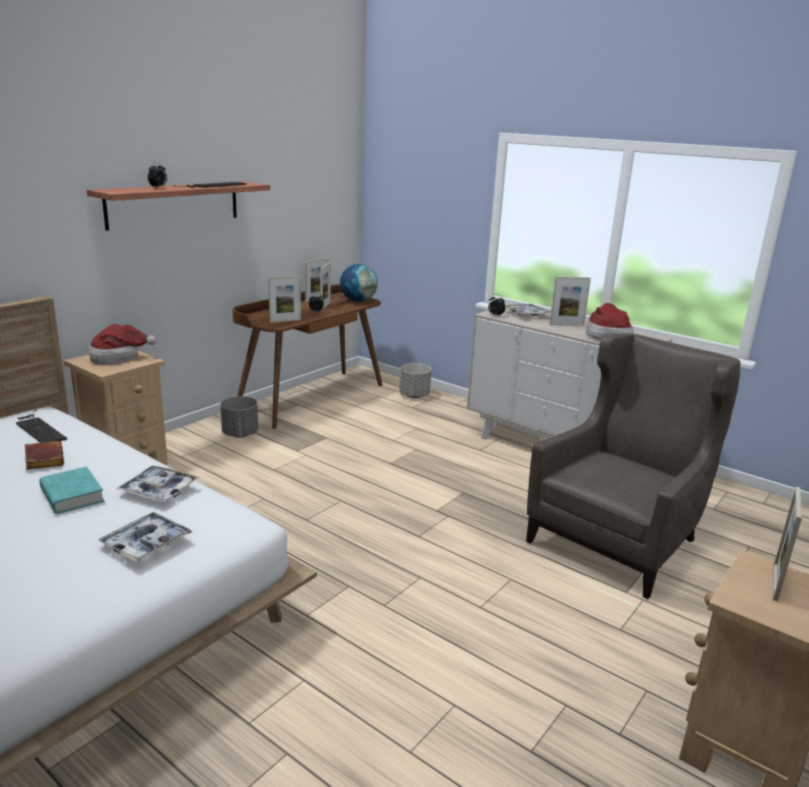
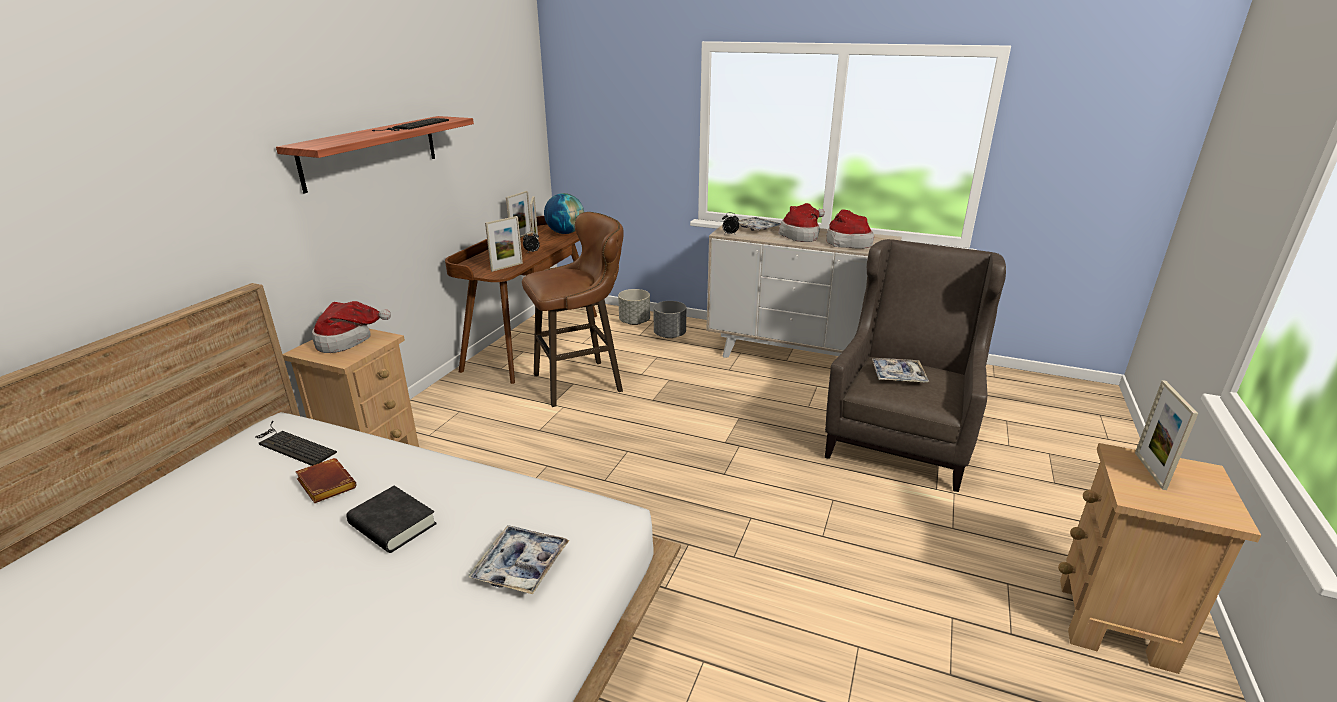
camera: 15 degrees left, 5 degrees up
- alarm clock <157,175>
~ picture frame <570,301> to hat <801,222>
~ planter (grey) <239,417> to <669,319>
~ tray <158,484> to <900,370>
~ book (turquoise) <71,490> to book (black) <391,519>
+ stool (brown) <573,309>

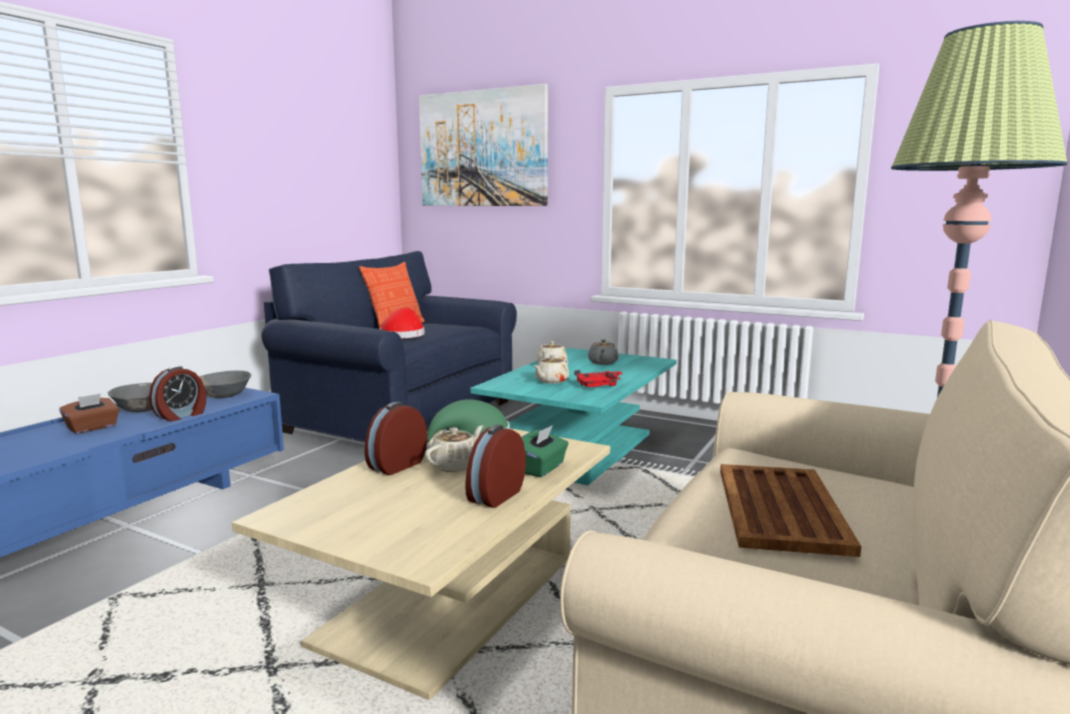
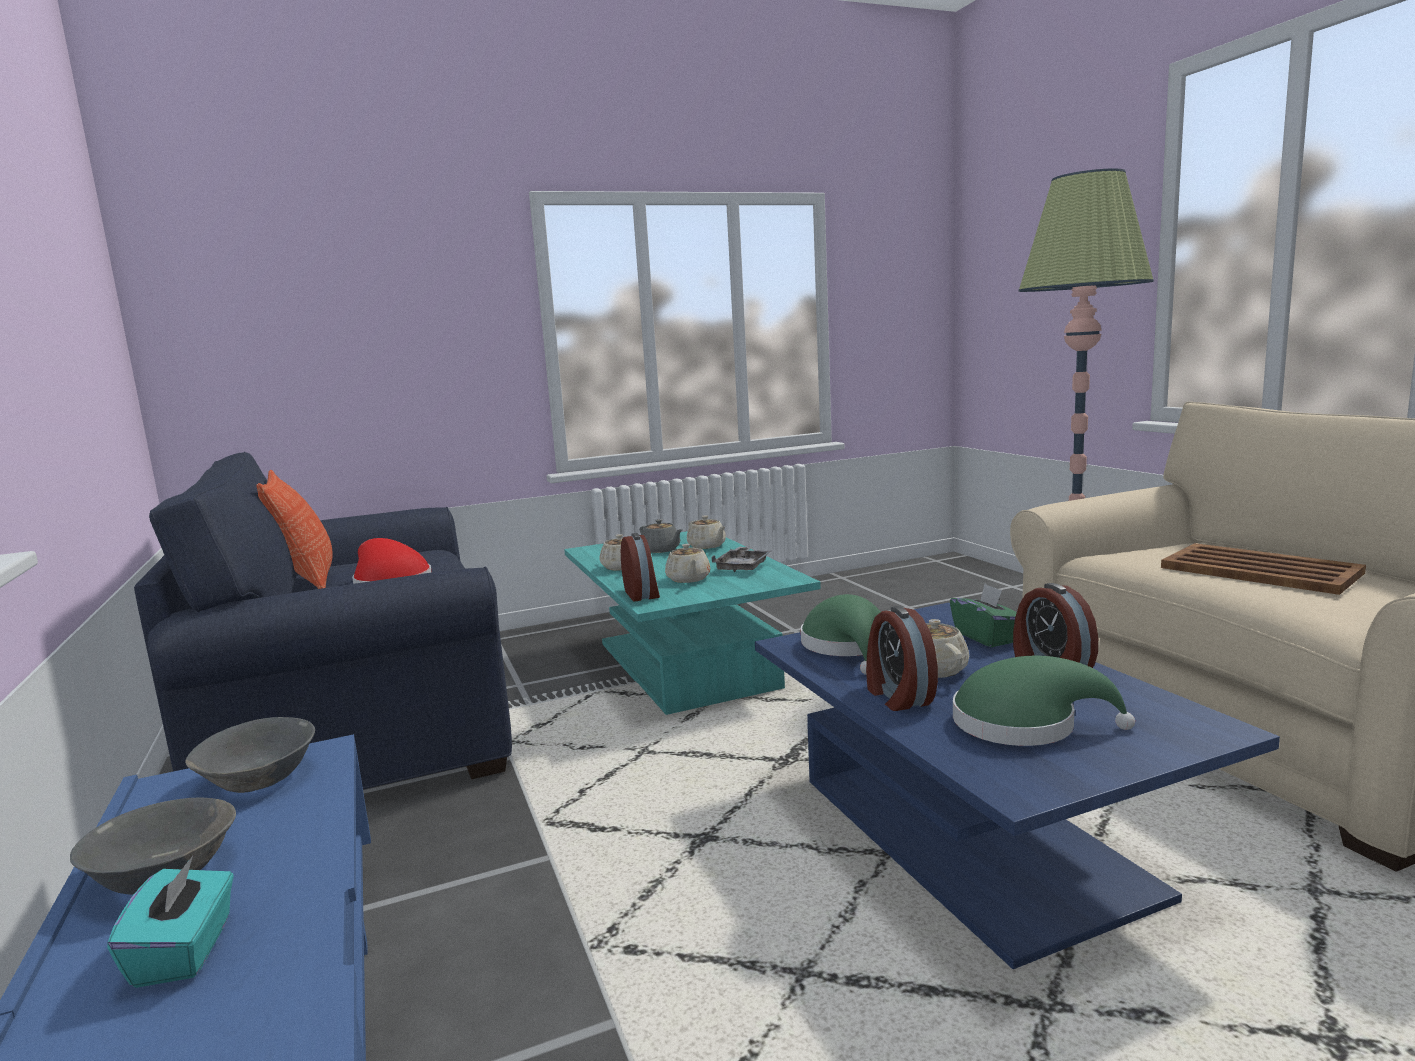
camera: 50 degrees left, 0 degrees up
- picture <483,145>
~ alarm clock <177,393> to <640,567>
~ tray (red) <598,378> to tray (grey) <741,559>
~ tissue box (brown) <89,413> to tissue box (turquoise) <170,922>
~ coffee table (beige) <421,564> to coffee table (blue) <1017,786>
+ teapot (beige) <706,532>
+ hat (green) <1044,701>

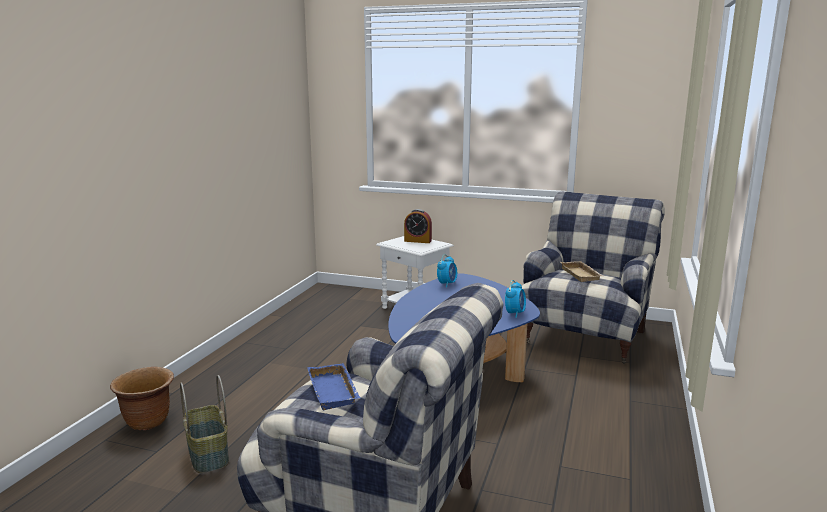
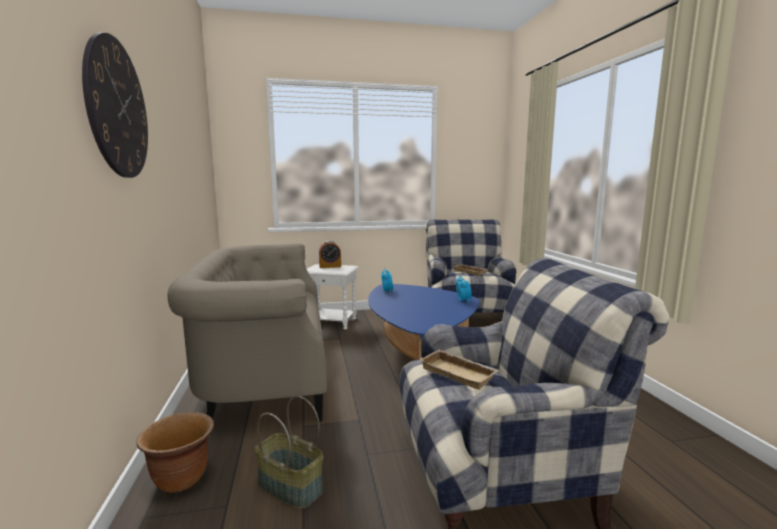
camera: 30 degrees left, 5 degrees down
~ tray (blue) <333,386> to tray (beige) <459,370>
+ wall clock <115,105>
+ sofa (beige) <247,332>

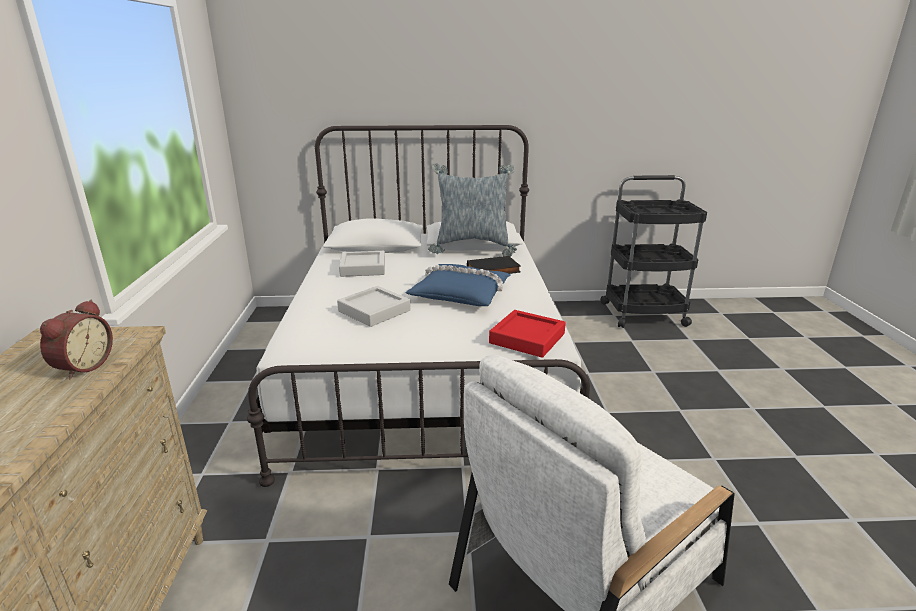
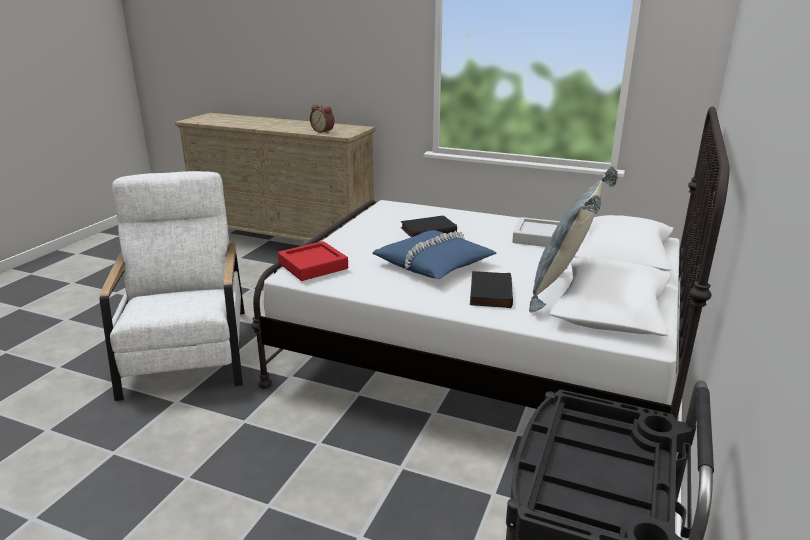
camera: 115 degrees right, 0 degrees up
~ tray (grey) <374,306> to book (black) <429,226>

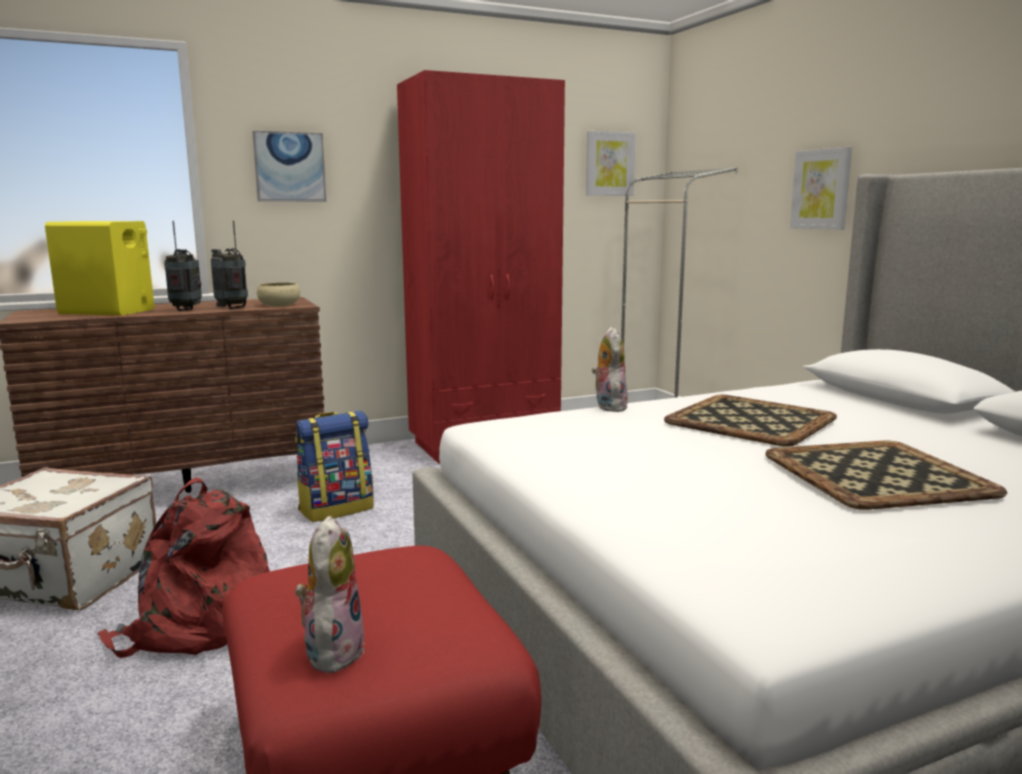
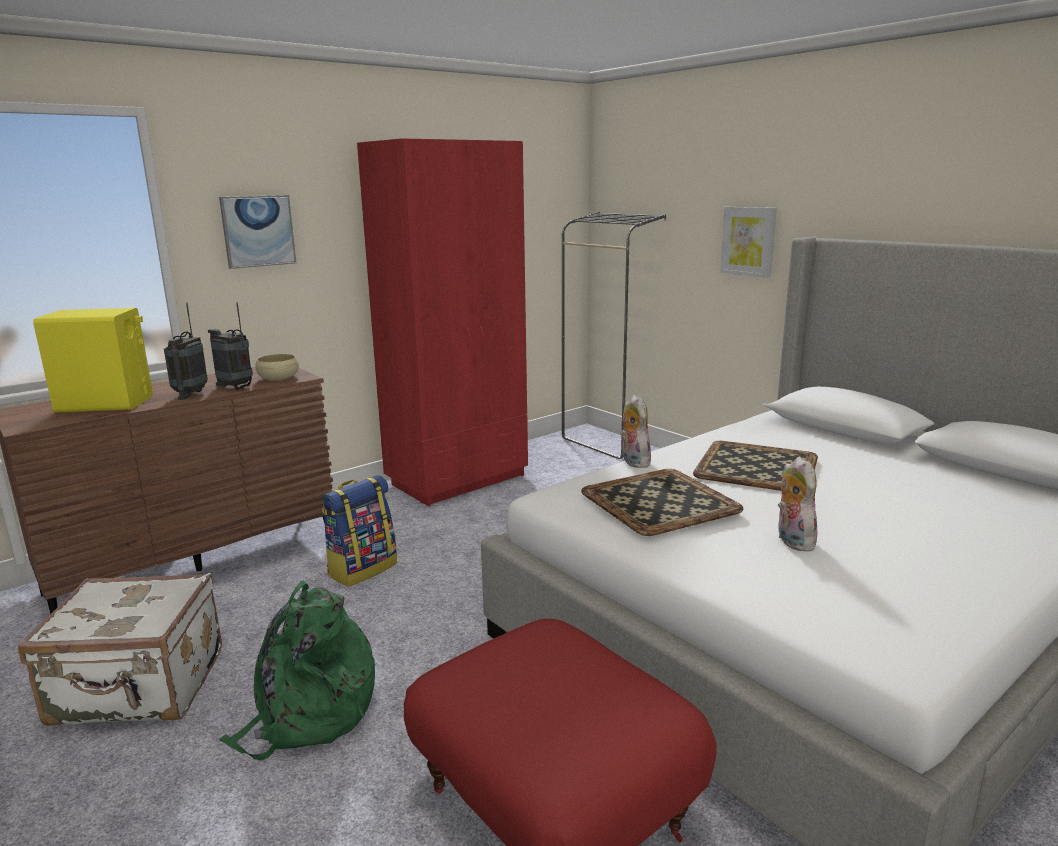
camera: 15 degrees left, 5 degrees up
- picture <611,163>
~ radio <183,266> = <186,351> 150 degrees counterclockwise
~ tray <886,475> to <662,502>
~ backpack (red) <184,567> to backpack (green) <297,670>
~ plush toy <329,595> to <797,504>

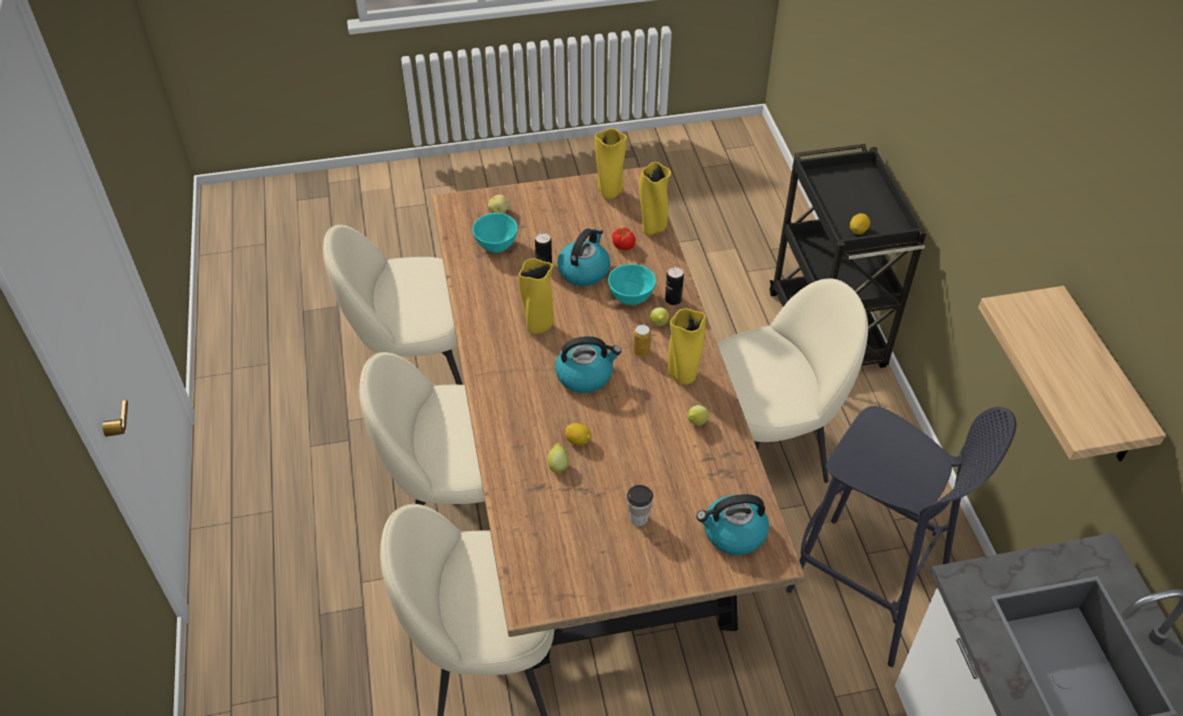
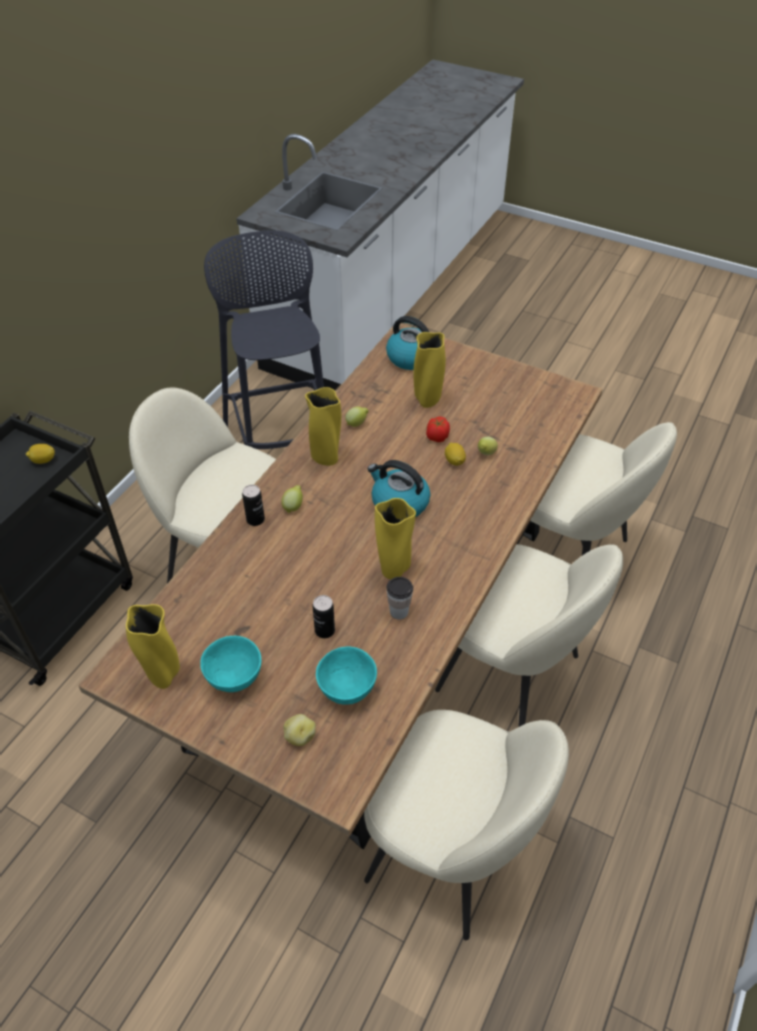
camera: 140 degrees left, 0 degrees up
~ vase (yellow) <655,199> to <429,370>
~ tomato <624,238> to <438,429>
- kettle <583,257>
~ bowl (turquoise) <632,284> to <230,664>
- shelf <1072,373>
- can <642,341>
~ cup <640,505> to <400,598>

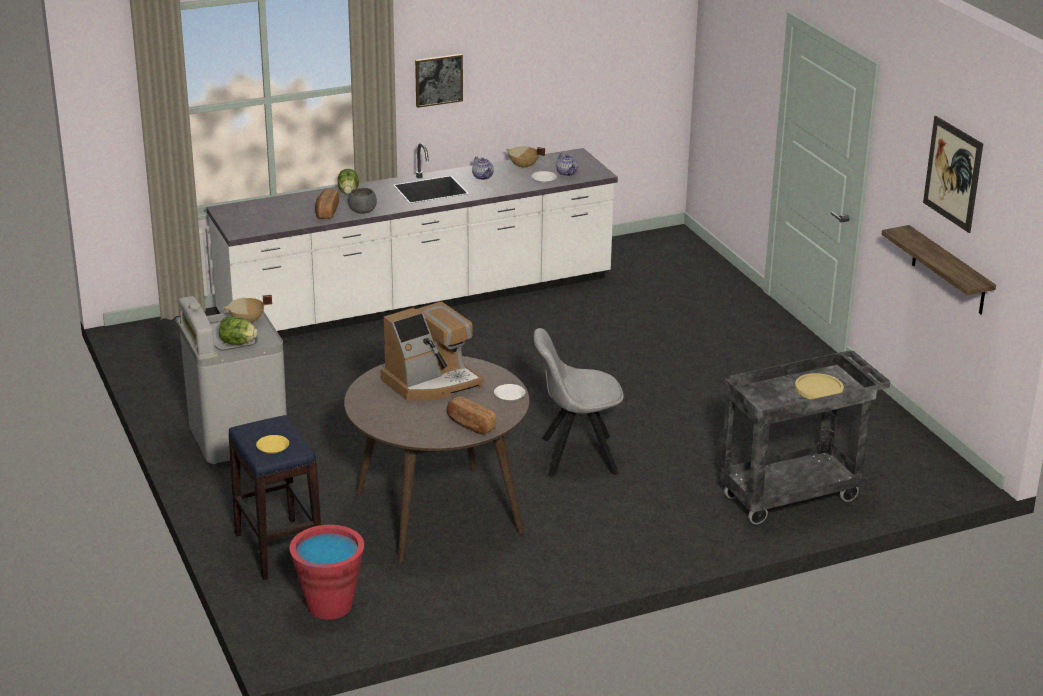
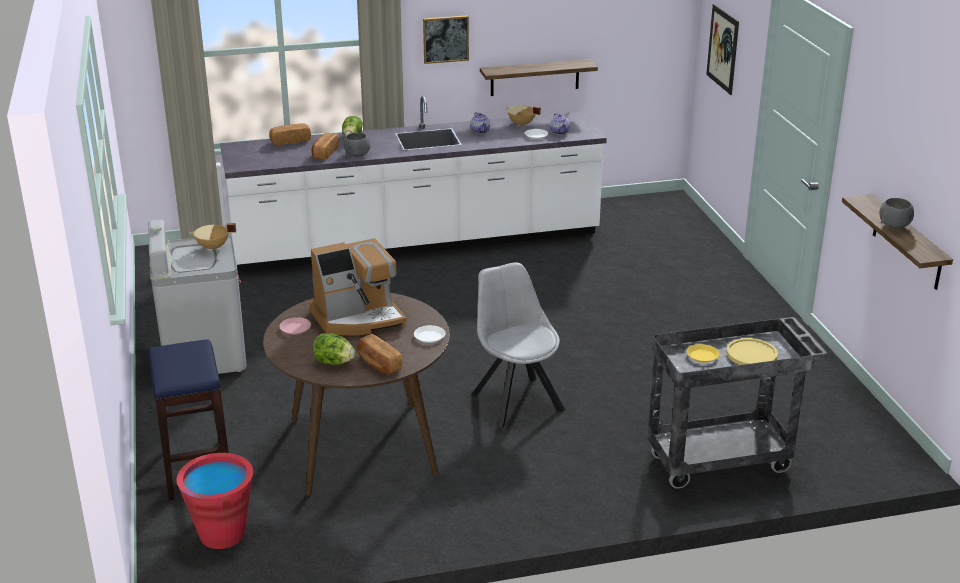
camera: 10 degrees right, 0 degrees up
~ picture <953,174> to <722,49>
~ lettuce <238,330> to <334,349>
~ chair (grey) <579,402> = <518,345> 60 degrees clockwise
~ plate (yellow) <272,444> to <703,353>
+ shelf <539,77>
+ bread <290,134>
+ bowl (grey) <896,213>
+ plate (pink) <295,326>

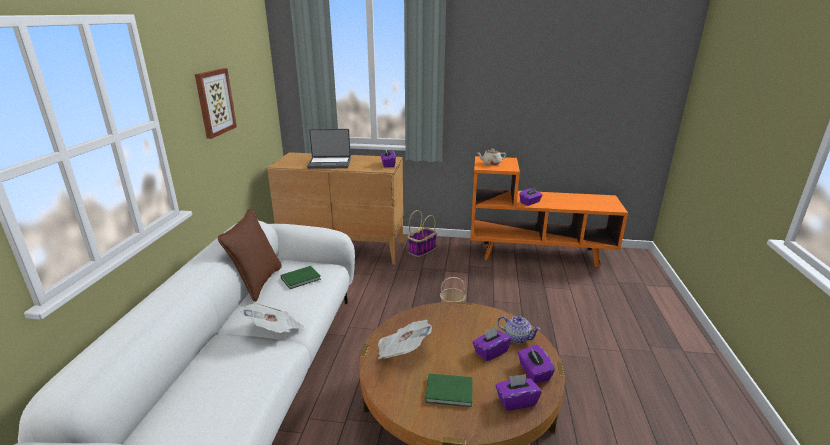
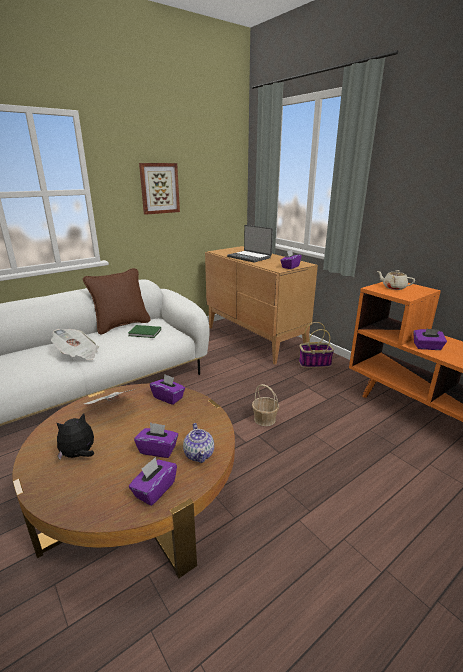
camera: 45 degrees right, 0 degrees up
~ book (green) <449,390> to plush toy <75,436>
~ tissue box (purple) <519,392> to <167,389>

